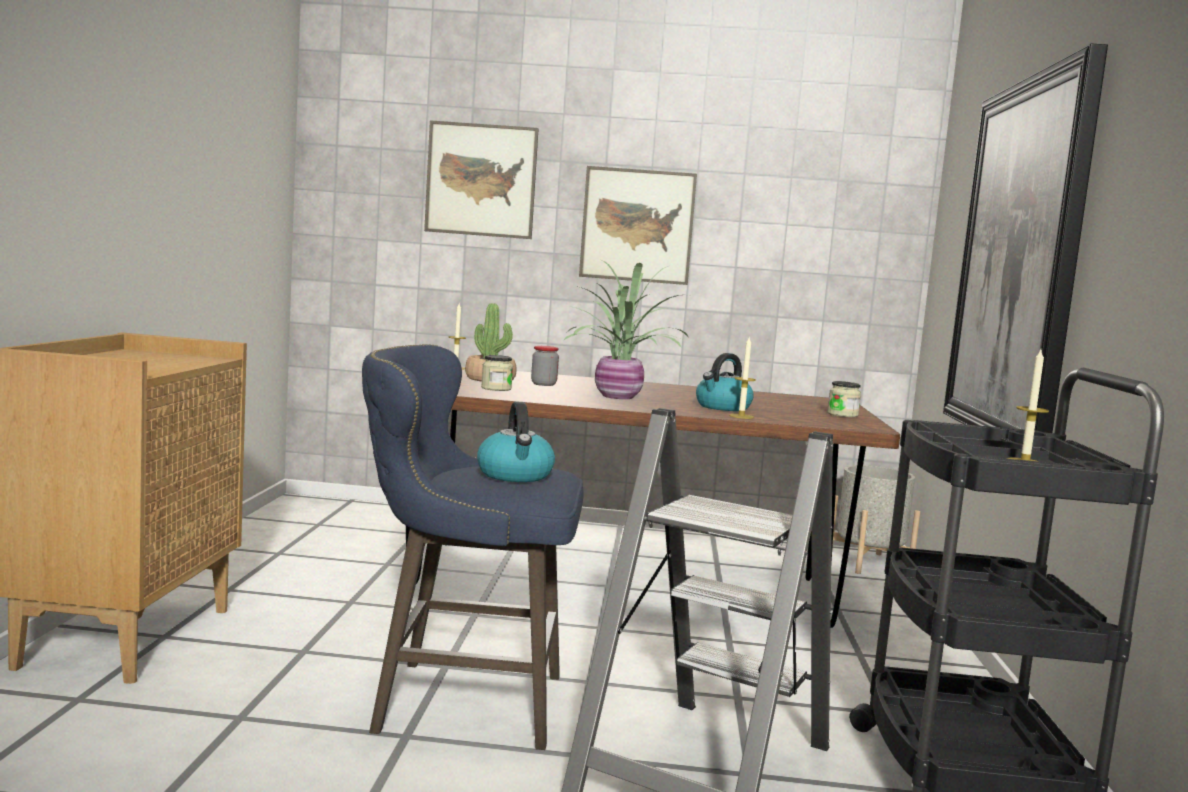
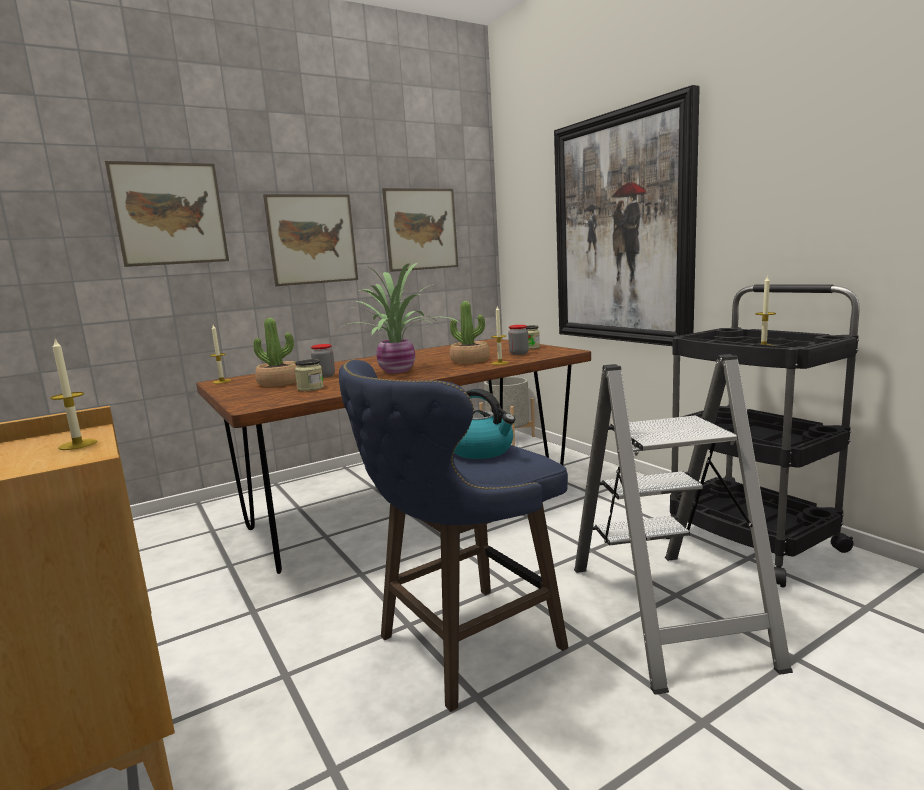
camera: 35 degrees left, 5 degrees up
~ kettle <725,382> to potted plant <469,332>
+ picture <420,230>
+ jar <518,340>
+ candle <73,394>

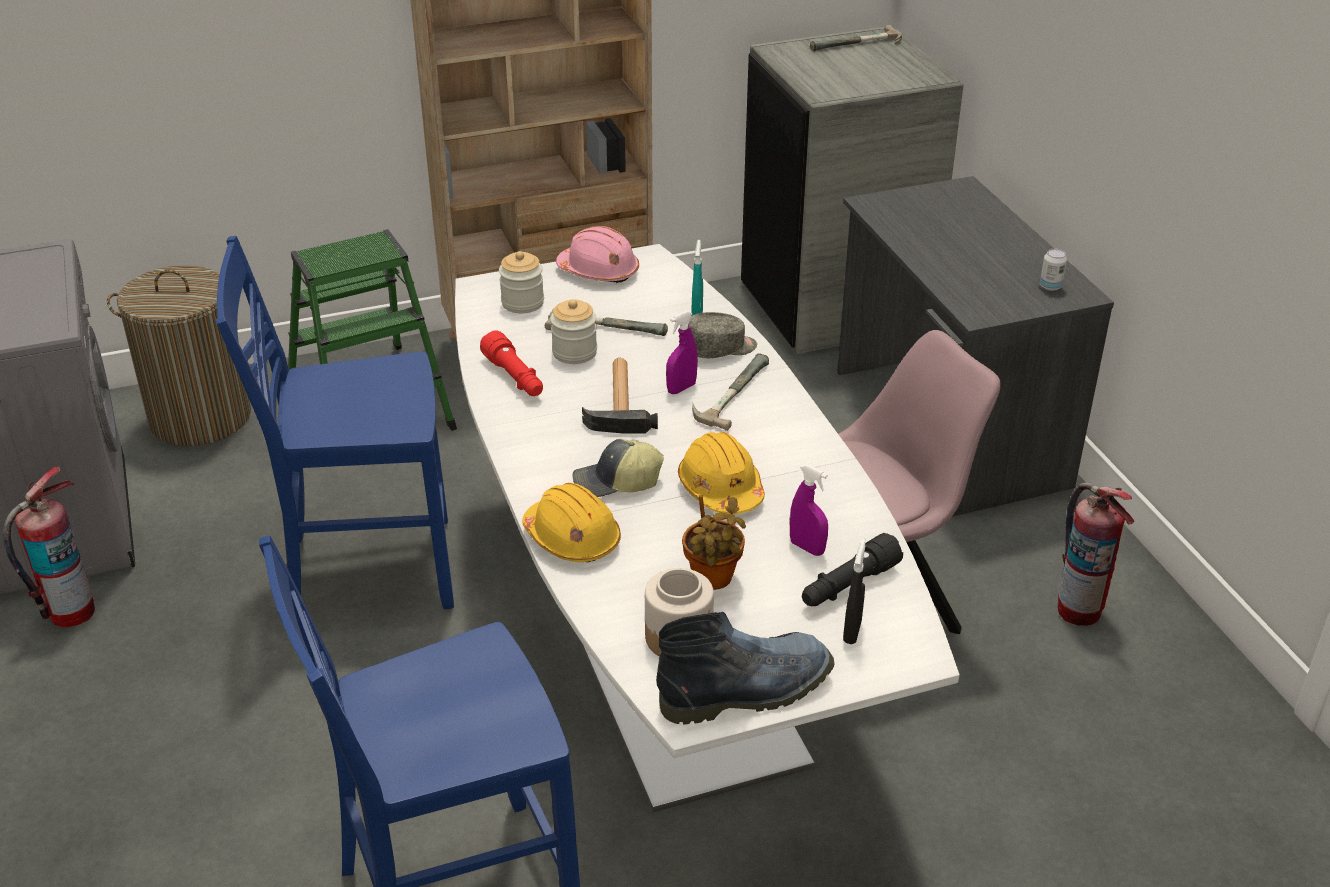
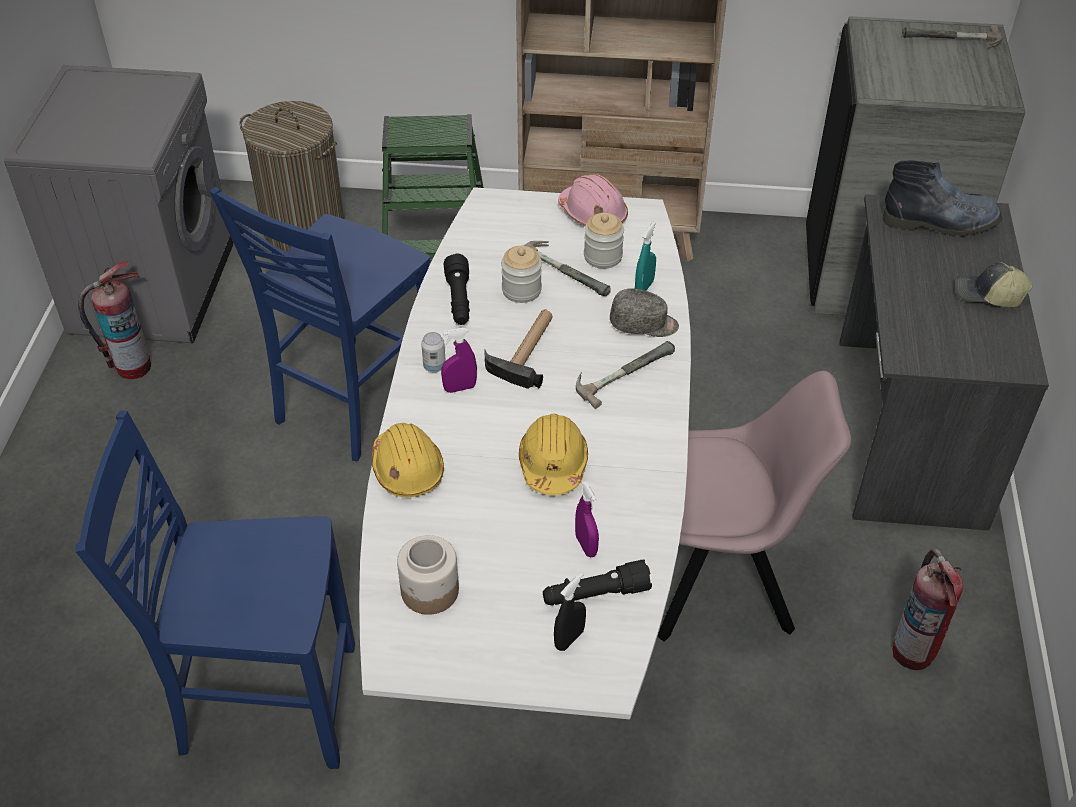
camera: 25 degrees right, 10 degrees up
~ chair (blue) <334,422> = <320,324> 75 degrees counterclockwise
~ can <1053,270> to <433,352>
~ jar <521,282> to <604,241>
~ spray bottle (purple) <682,352> to <459,360>
~ flashlight (red) <511,363> to flashlight (black) <457,289>
~ cap <618,468> to <994,284>
- potted plant <714,542>
~ boot <745,668> to <942,198>

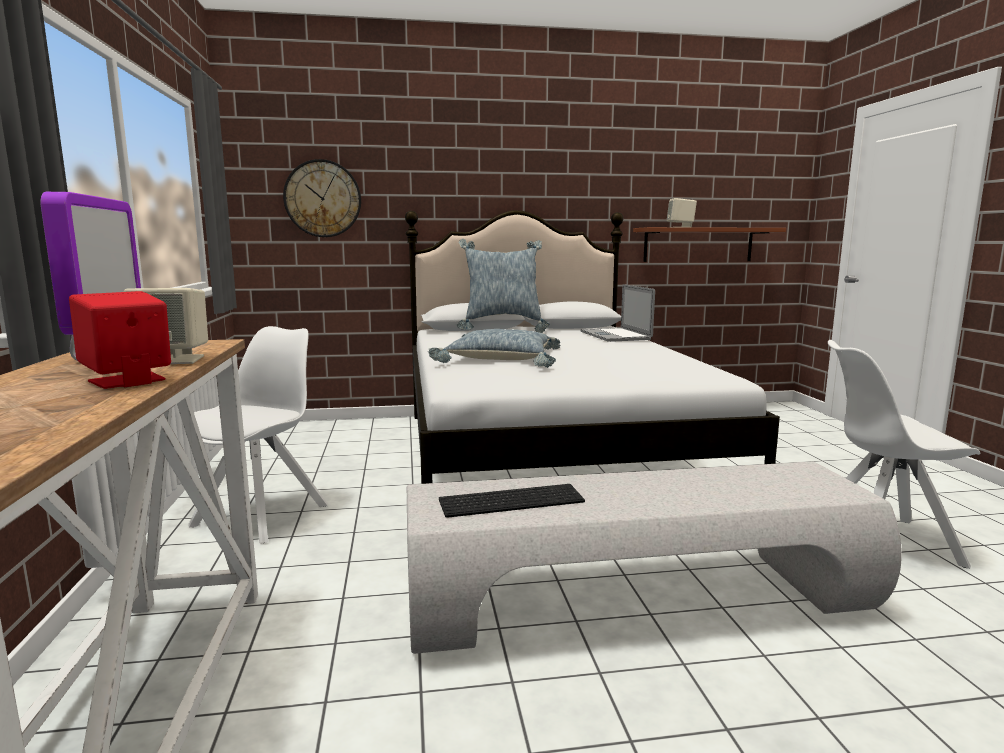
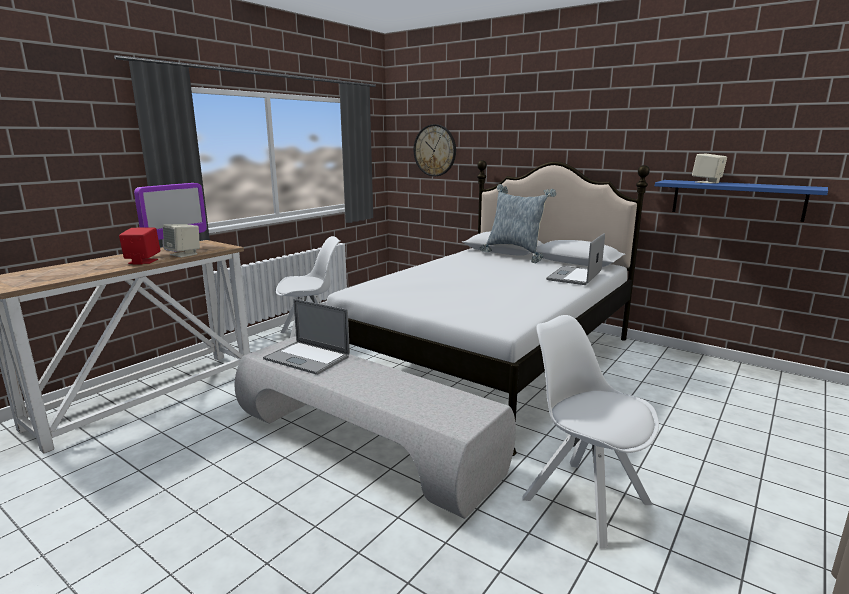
camera: 45 degrees right, 5 degrees up
~ shelf (brown) <709,244> to shelf (blue) <741,201>
- pillow <494,348>
~ keyboard <512,501> to laptop <306,337>

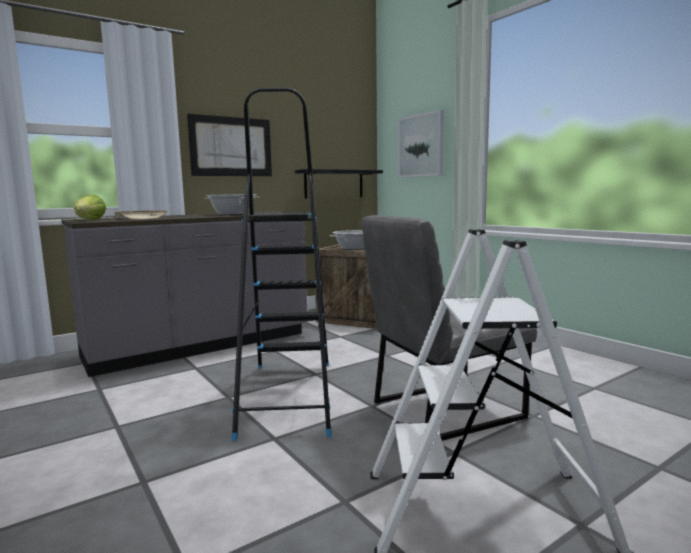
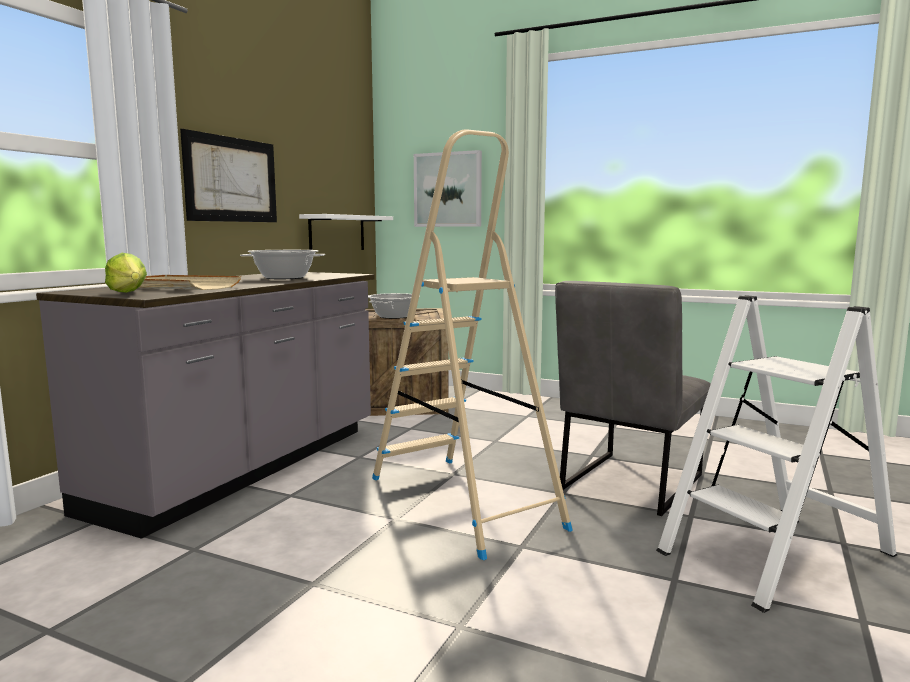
camera: 30 degrees left, 0 degrees up
~ step ladder (black) <281,264> to step ladder (beige) <472,344>
~ shelf (black) <339,183> to shelf (white) <346,232>

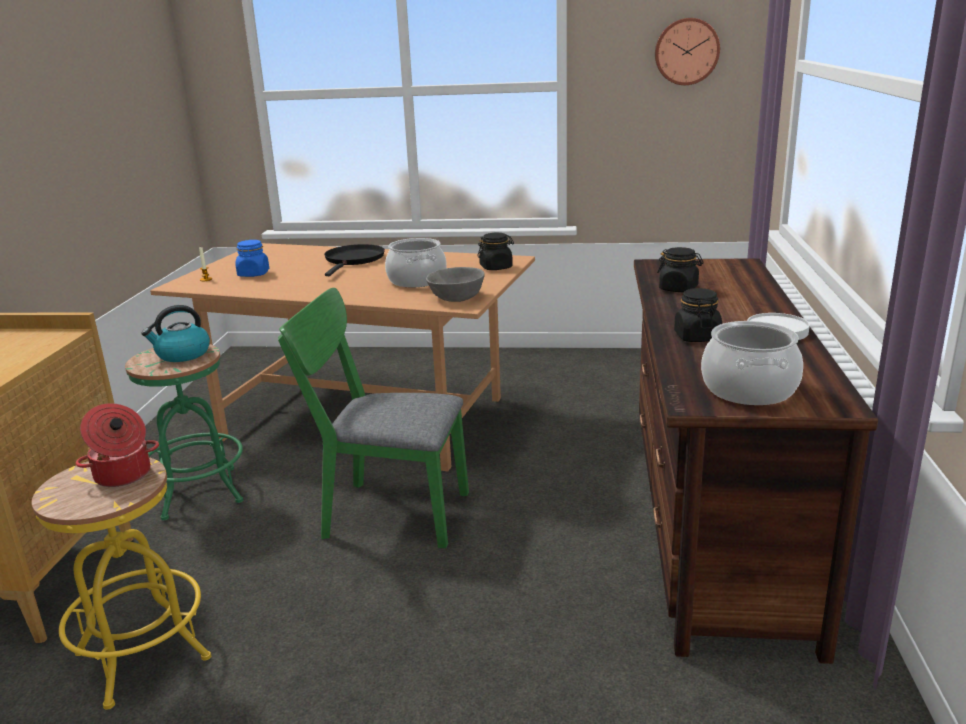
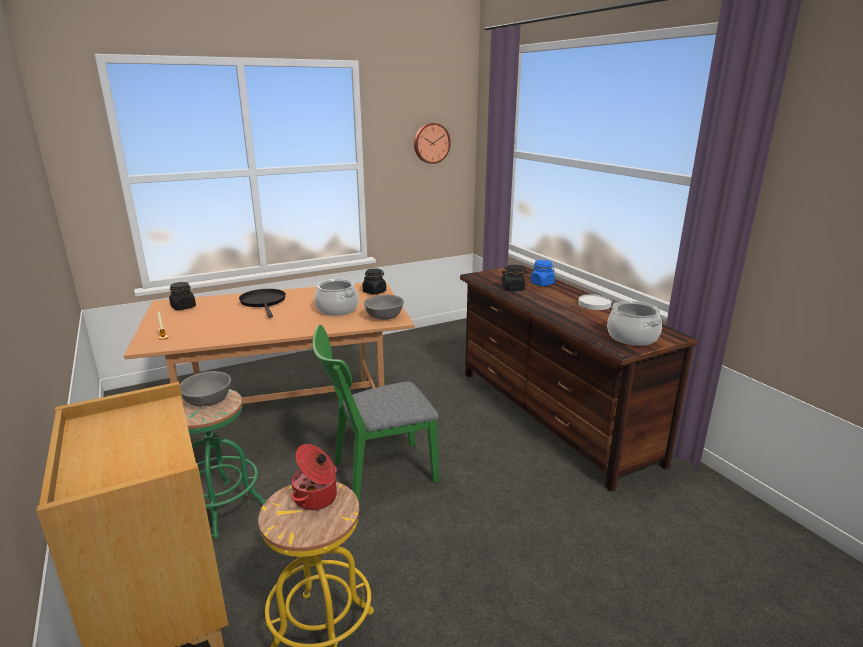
camera: 35 degrees left, 0 degrees up
~ jar (blue) <252,258> to <543,273>
~ jar (black) <698,315> to <182,296>
~ kettle <175,333> to bowl (grey) <205,388>

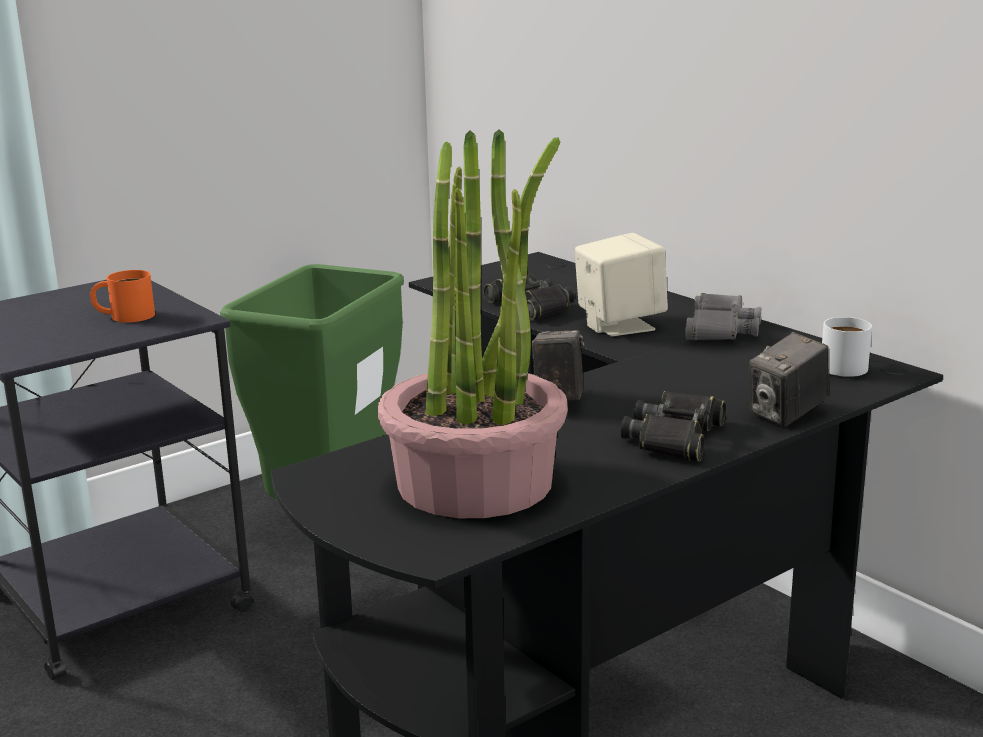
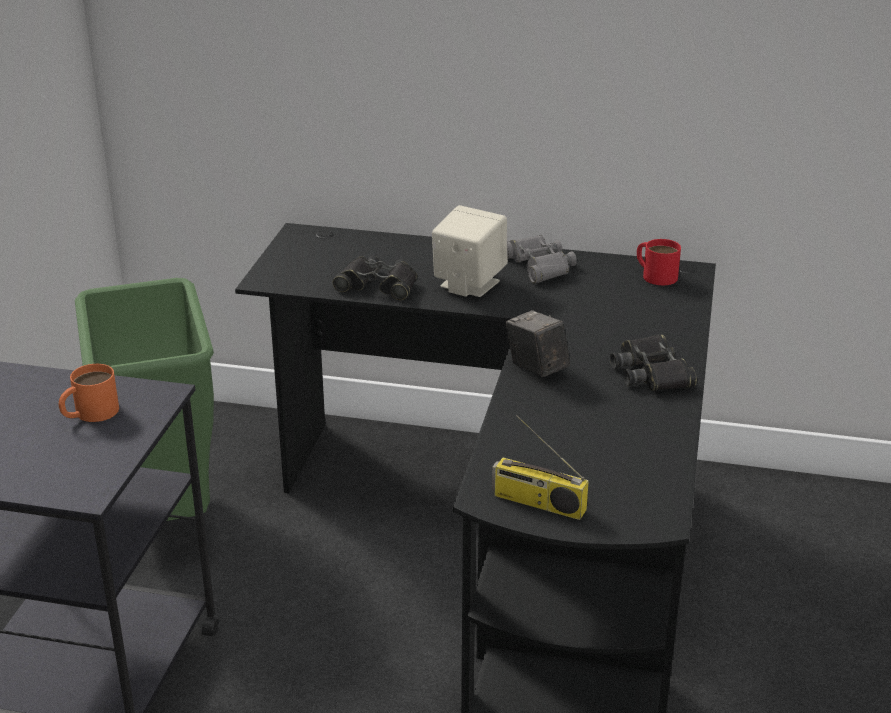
camera: 40 degrees left, 10 degrees up
- potted plant <473,323>
~ mug (white) <847,347> to mug (red) <659,262>
- photo camera <789,379>
+ radio <540,467>

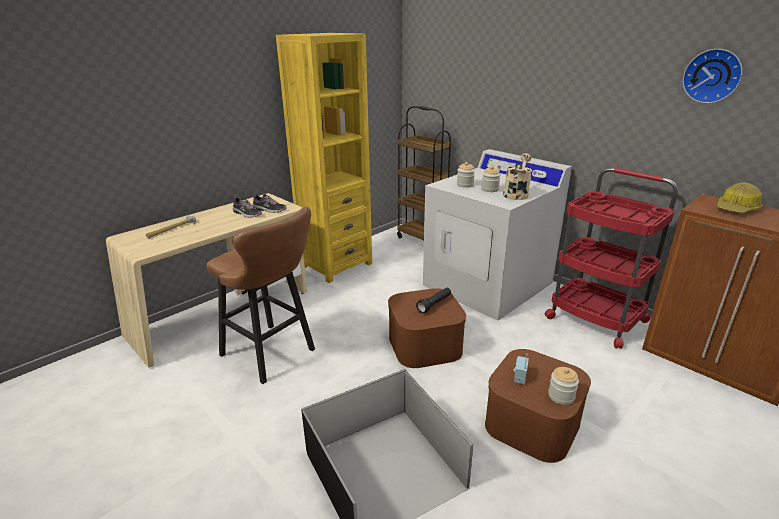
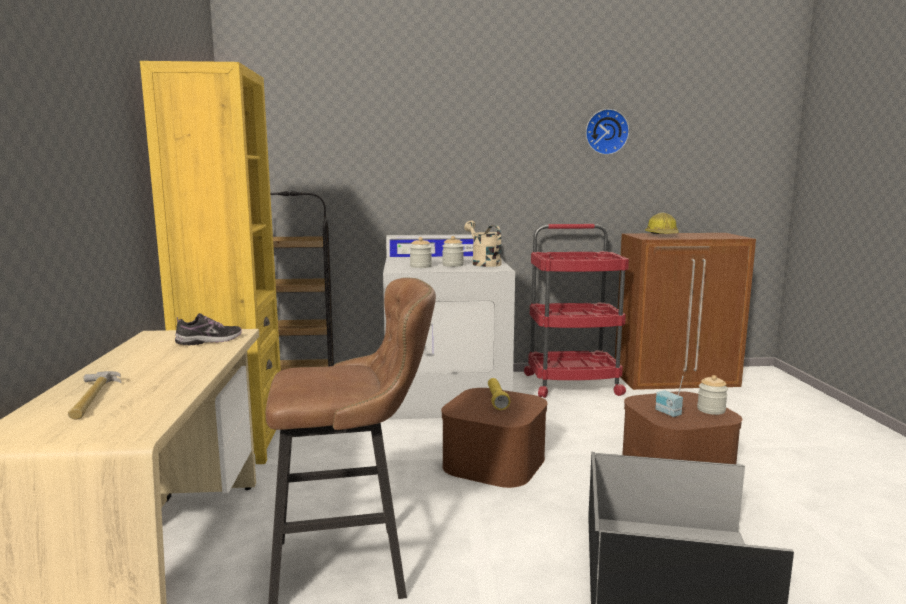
camera: 50 degrees left, 15 degrees down
- shoe <247,207>
~ flashlight (black) <433,300> to flashlight (yellow) <499,394>

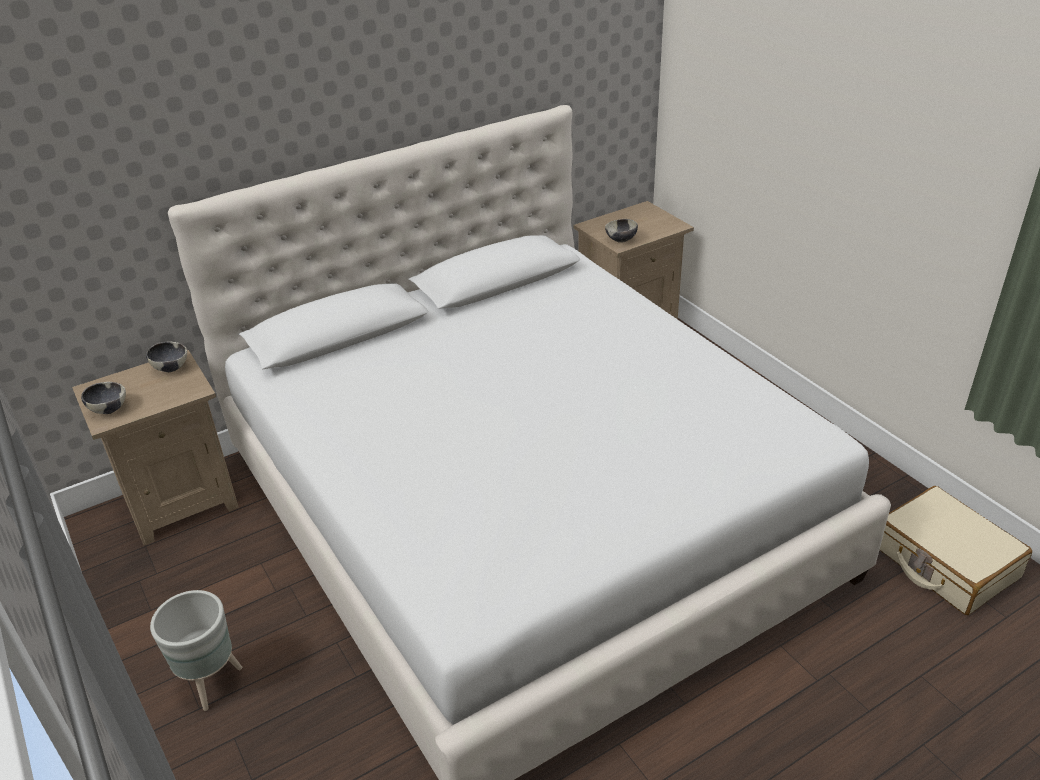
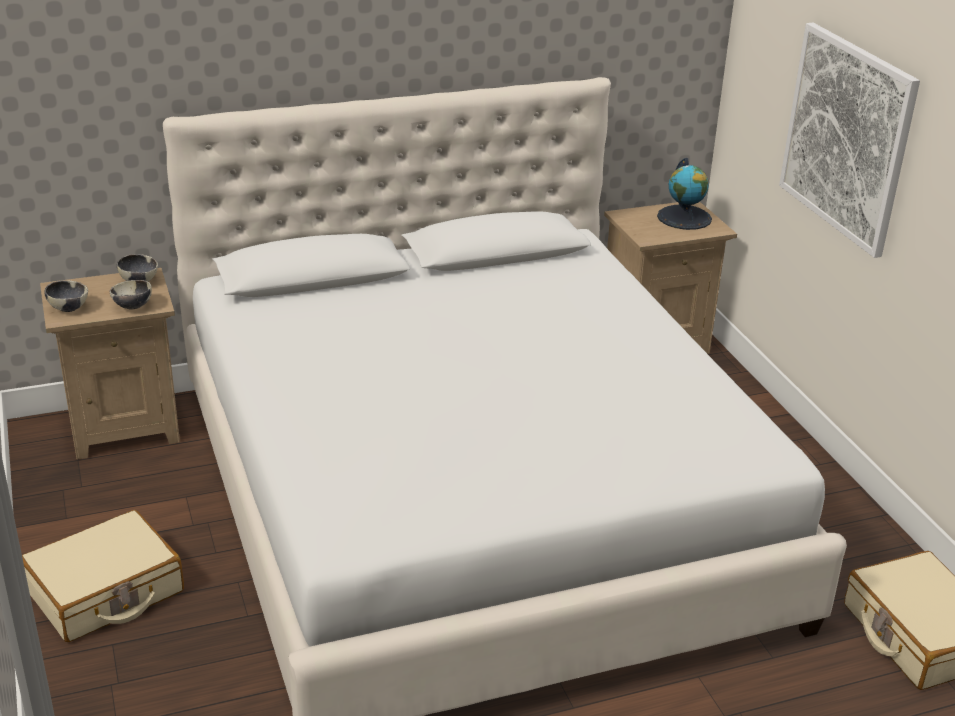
camera: 10 degrees right, 5 degrees down
~ bowl <621,231> to <131,294>
~ planter (grey) <196,650> to suitcase (beige) <103,576>
+ picture <849,140>
+ globe <684,194>

